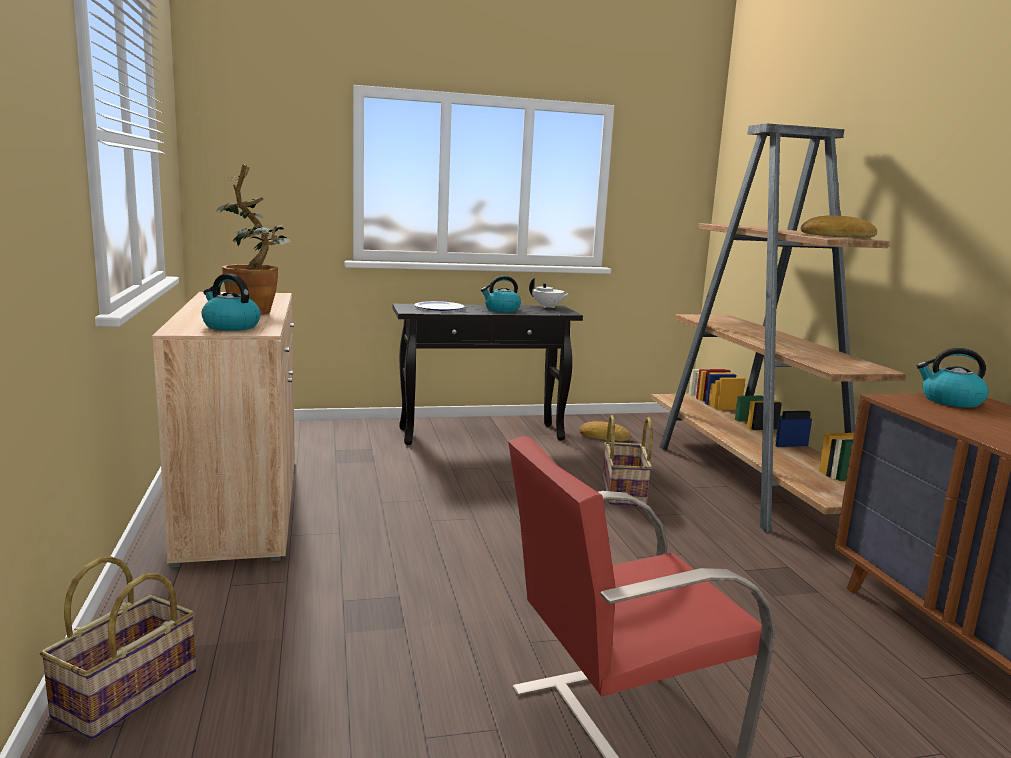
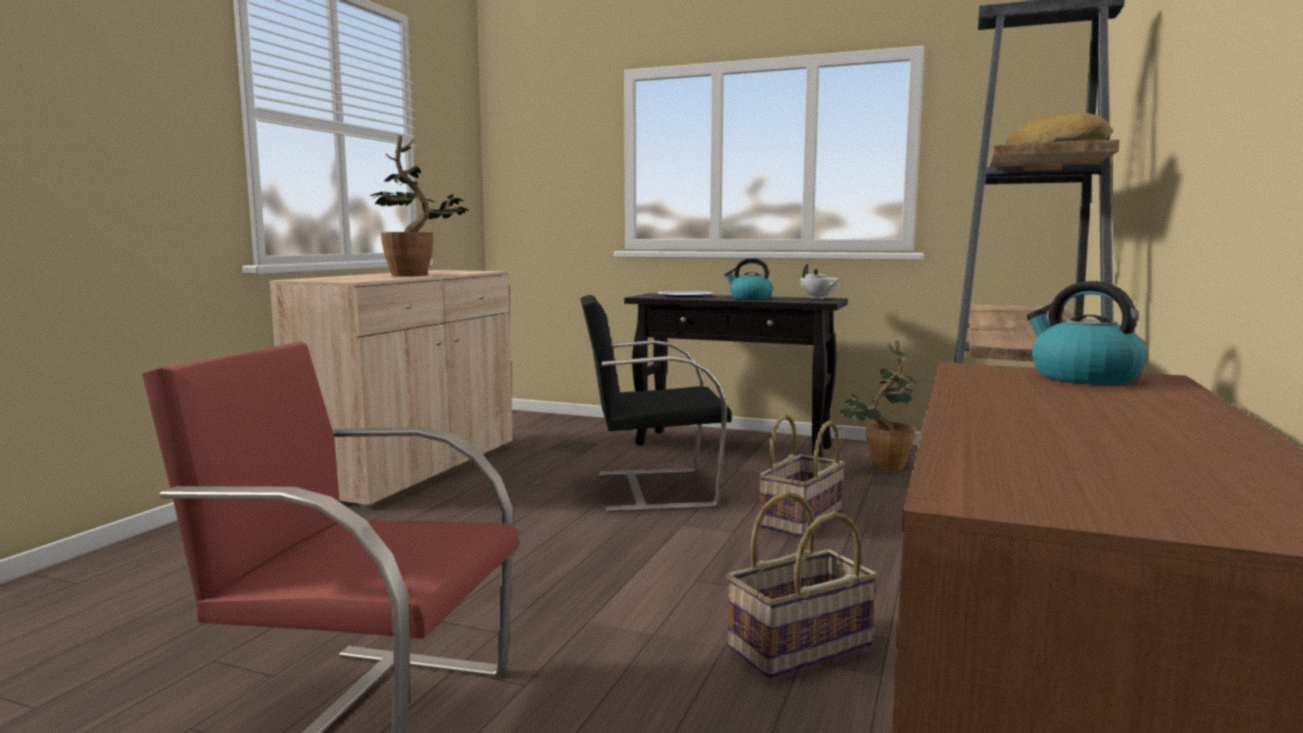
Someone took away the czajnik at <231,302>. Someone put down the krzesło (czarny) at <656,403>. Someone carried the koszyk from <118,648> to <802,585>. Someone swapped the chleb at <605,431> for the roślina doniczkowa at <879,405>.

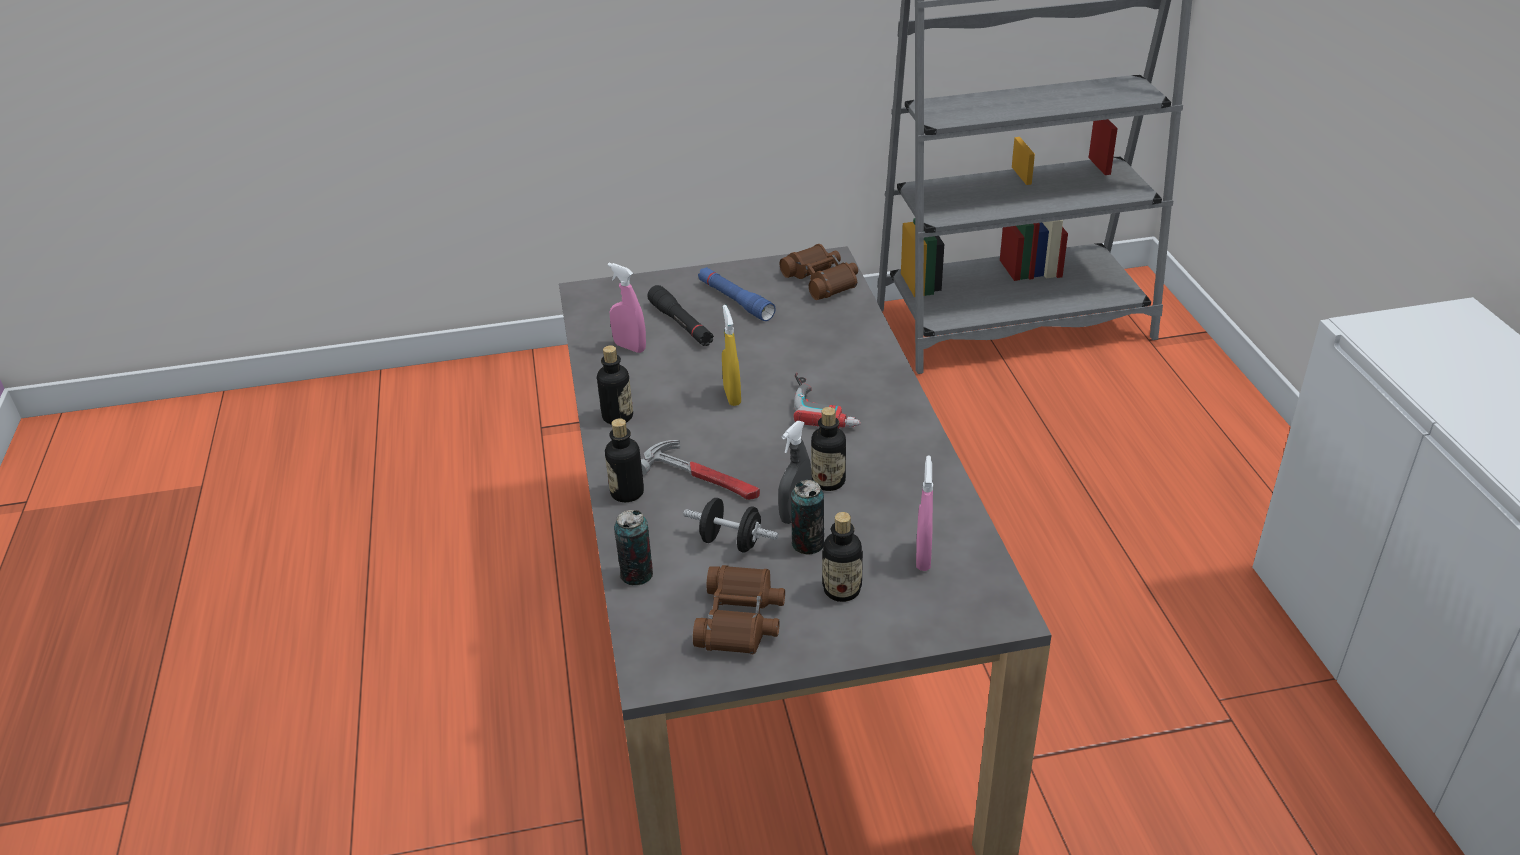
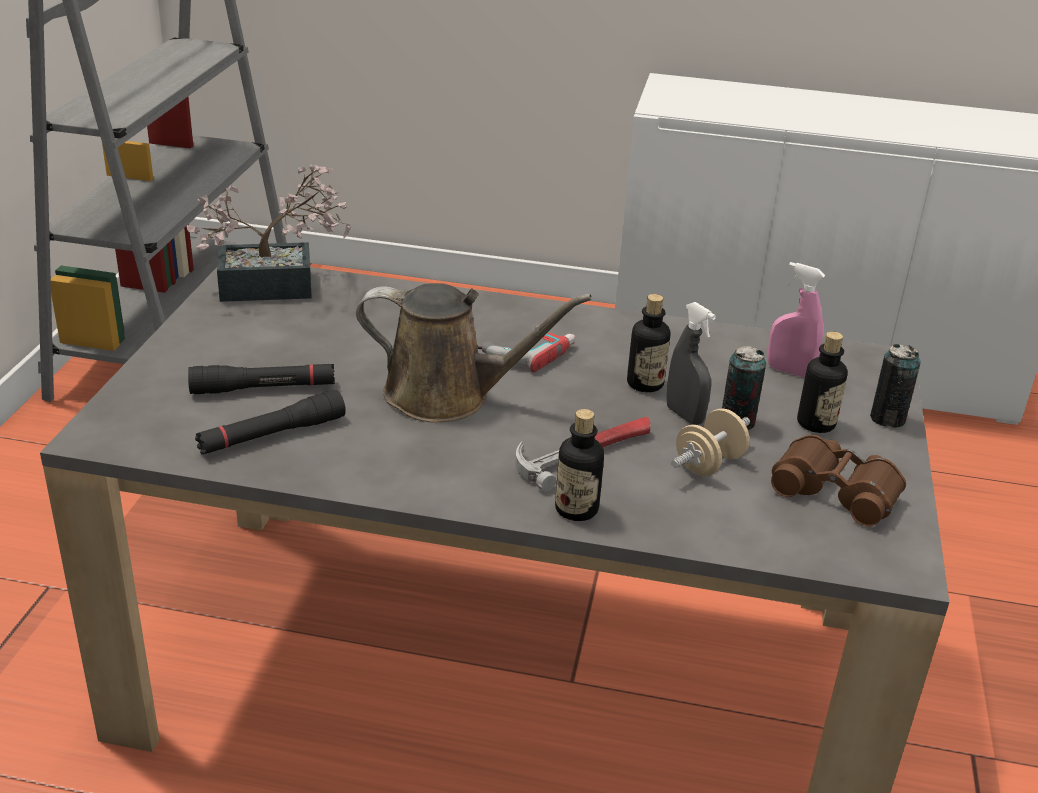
Someone took away the butelka at <615,385>. Someone took away the latarka (niebieski) at <737,294>. Someone carried the puszka from <633,547> to <895,386>. Someone swapped the spryskiwacz (różowy) at <627,308> for the latarka (czarny) at <270,422>. Someone swapped the spryskiwacz (żółty) at <731,355> for the konewka (brązowy) at <474,353>. Someone swapped the lornetka (brązowy) at <819,272> for the roślina doniczkowa at <269,233>. Someone repainted the hantel (czarny) at <731,525>, which became the hantel (beżowy) at <711,442>.

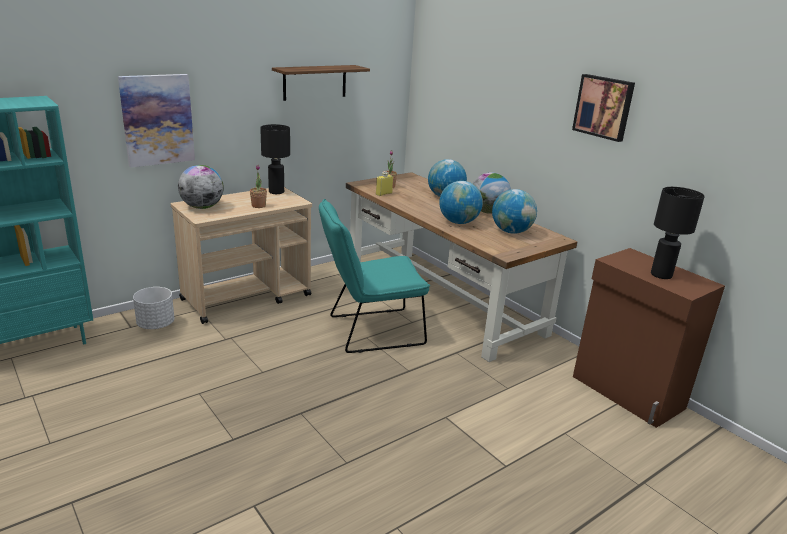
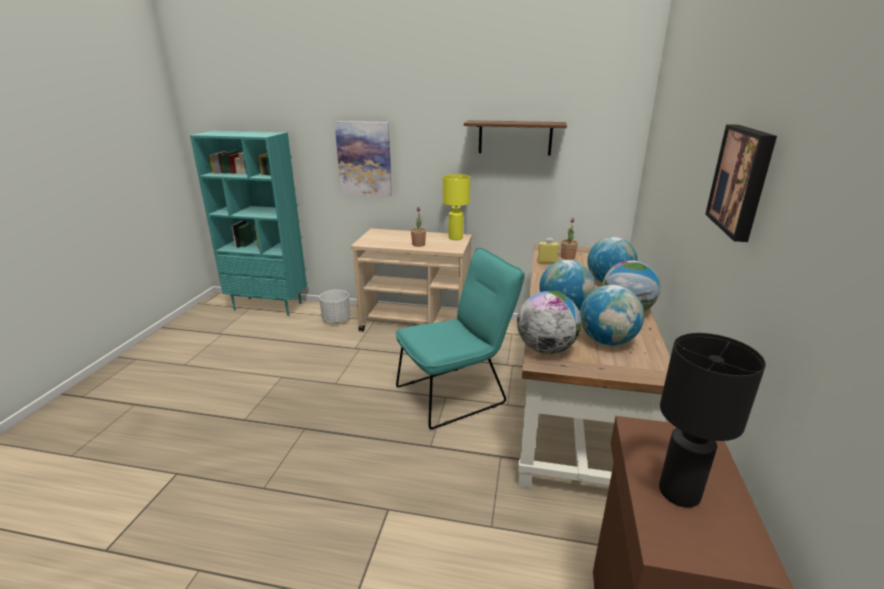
Someone carried the globus from <201,187> to <549,322>. Someone repainted the lampa stołowa (czarny) at <275,159>, which became the lampa stołowa (żółty) at <456,207>. Someone rotated the krzesło (turkusowy) at <374,276> by 120 degrees clockwise.

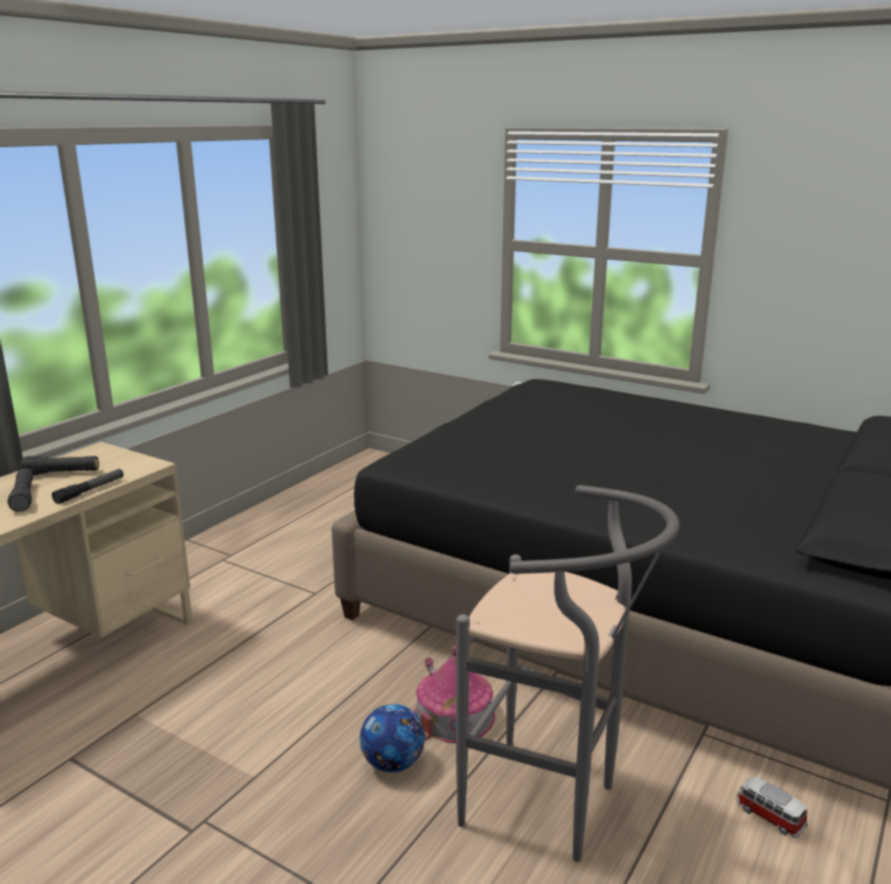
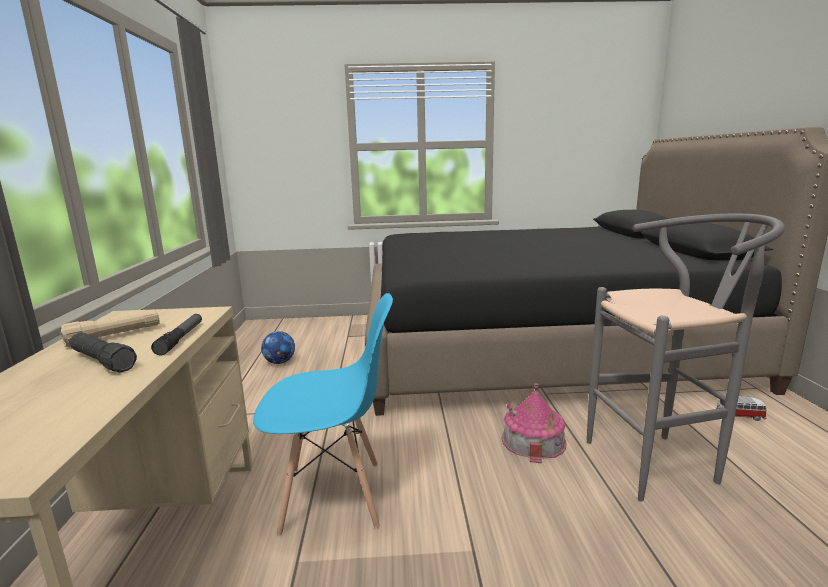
Someone put down the krzesło (niebieski) at <323,414>. Someone carried the piłka futbolowa from <392,738> to <278,347>. Someone repainted the latarka (czarny) at <60,465>, which became the latarka (beżowy) at <109,328>.

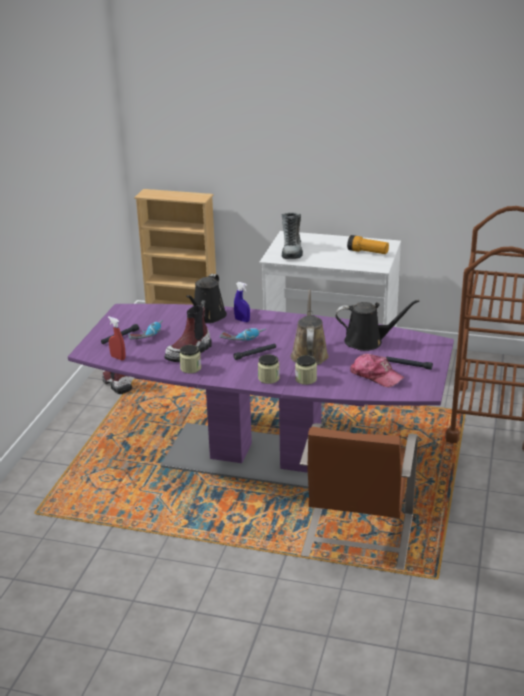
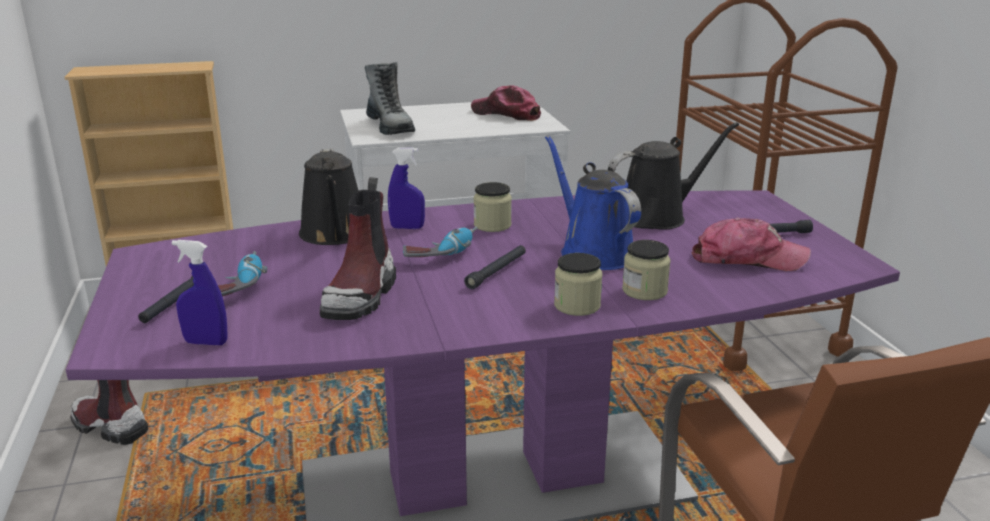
Someone carried the słoik from <190,359> to <492,207>. Someone swapped the latarka at <368,244> for the czapka z daszkiem at <506,103>. Someone repainted the spryskiwacz (czerwony) at <117,338>, which became the spryskiwacz (niebieski) at <199,292>. Someone repainted the konewka (brązowy) at <310,327>, which became the konewka (niebieski) at <593,202>.

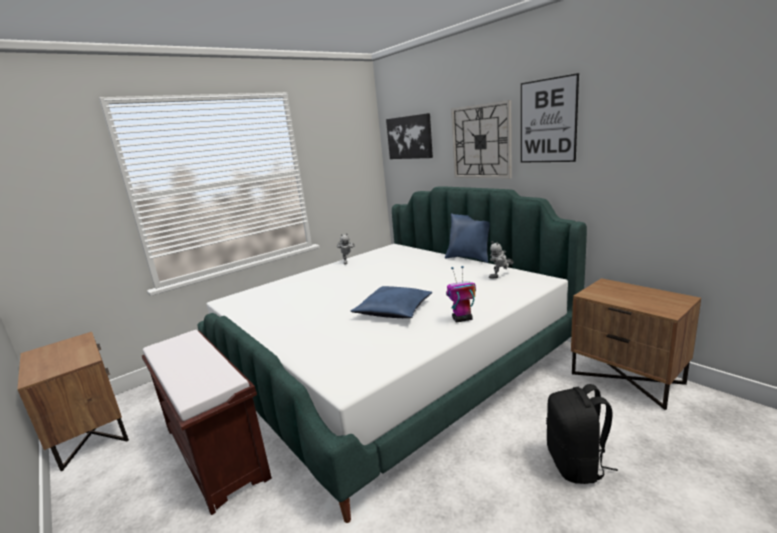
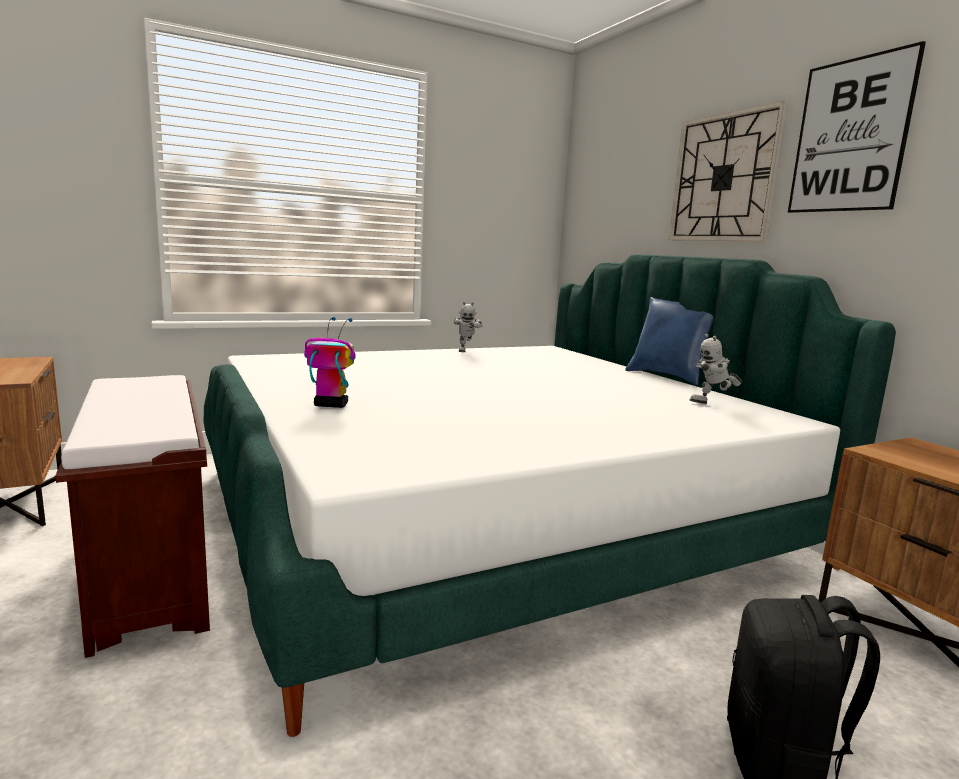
Someone took away the poduszka (niebieski) at <391,302>. Someone took away the obraz at <409,136>. Someone carried the robot zabawkowy from <461,294> to <330,362>.

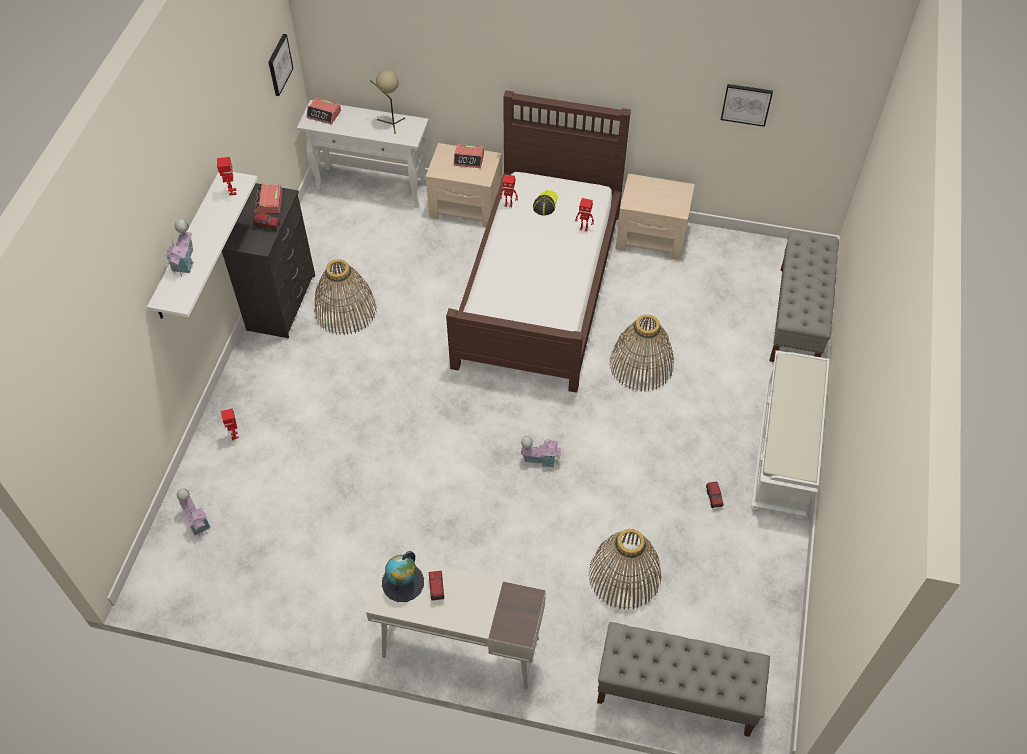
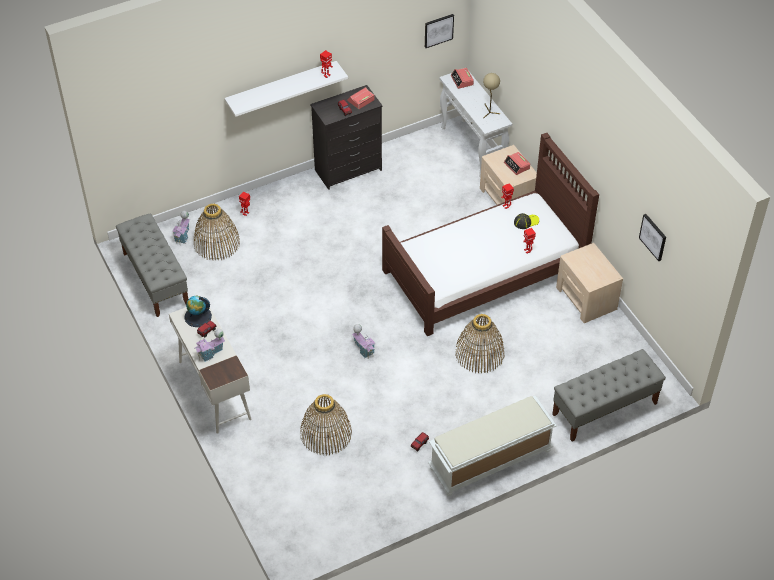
Someone carried the domek from <179,248> to <210,345>. Someone carried the koszyk from <345,297> to <216,232>. Someone carried the ławka (szary) from <683,679> to <152,265>.

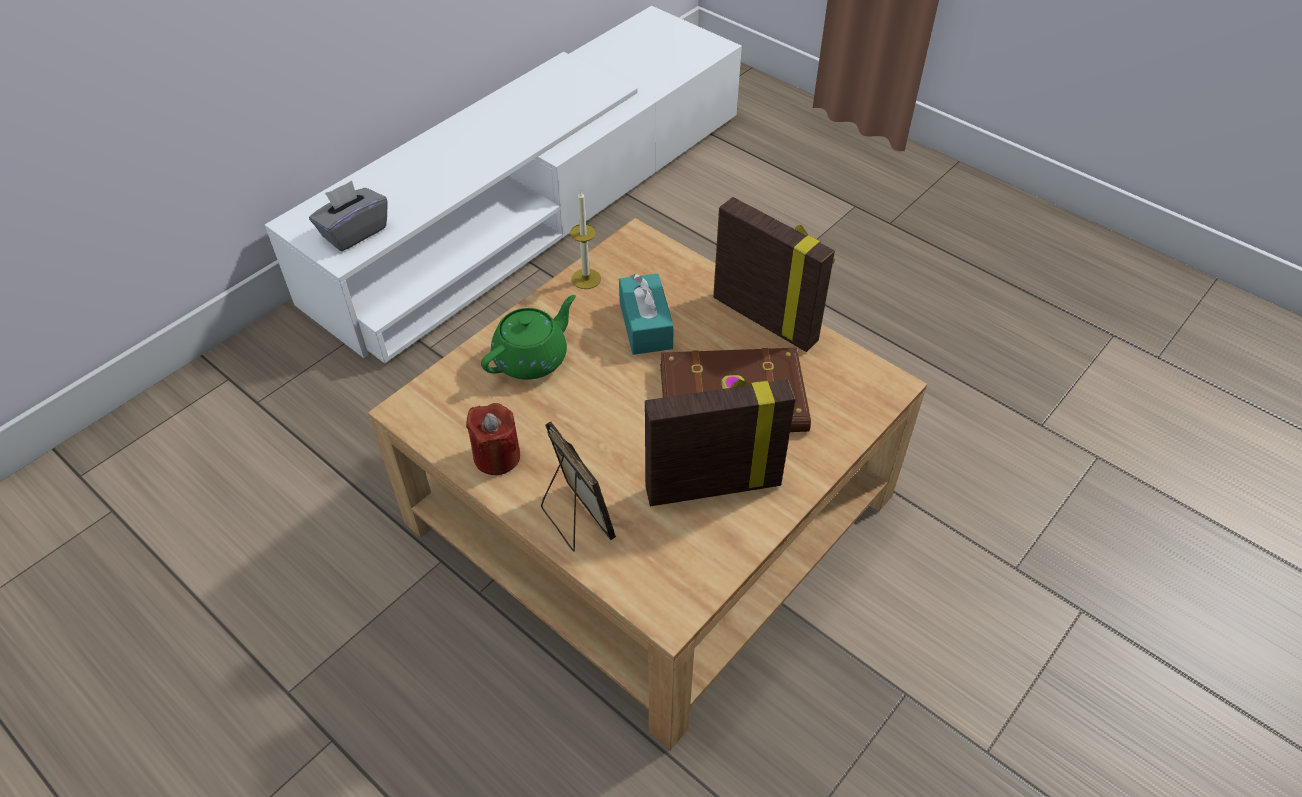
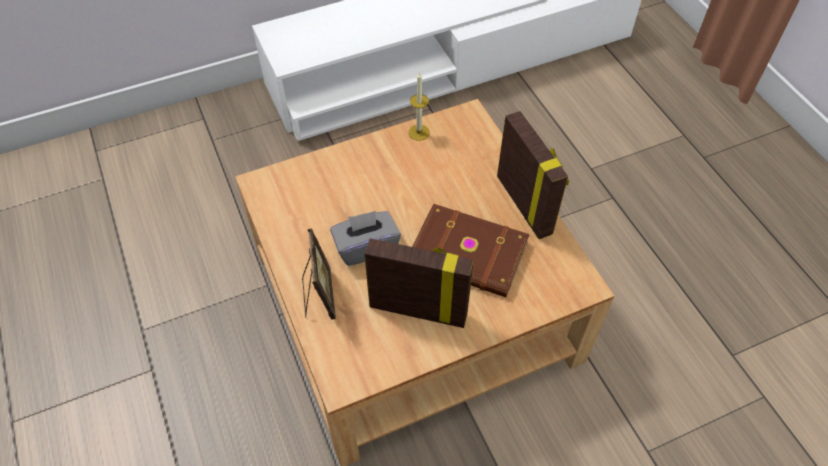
Someone took away the świeca (czerwony) at <493,439>. Someone took away the imbryk (zielony) at <528,337>. Someone took away the pudełko chusteczek (turkusowy) at <646,314>. Someone carried the pudełko chusteczek (szary) from <348,215> to <365,238>.

